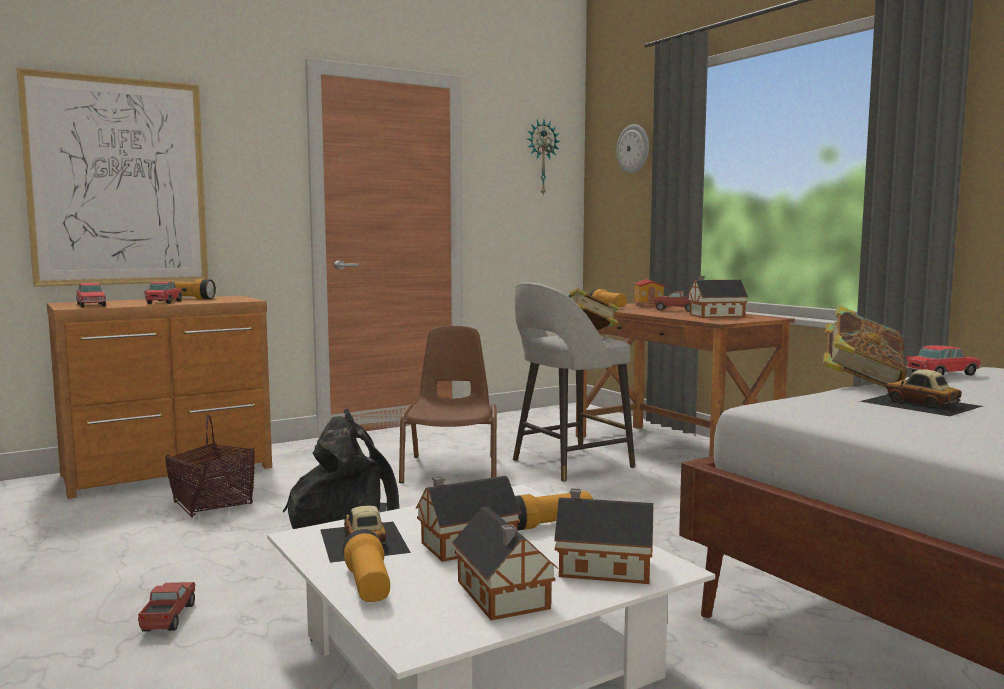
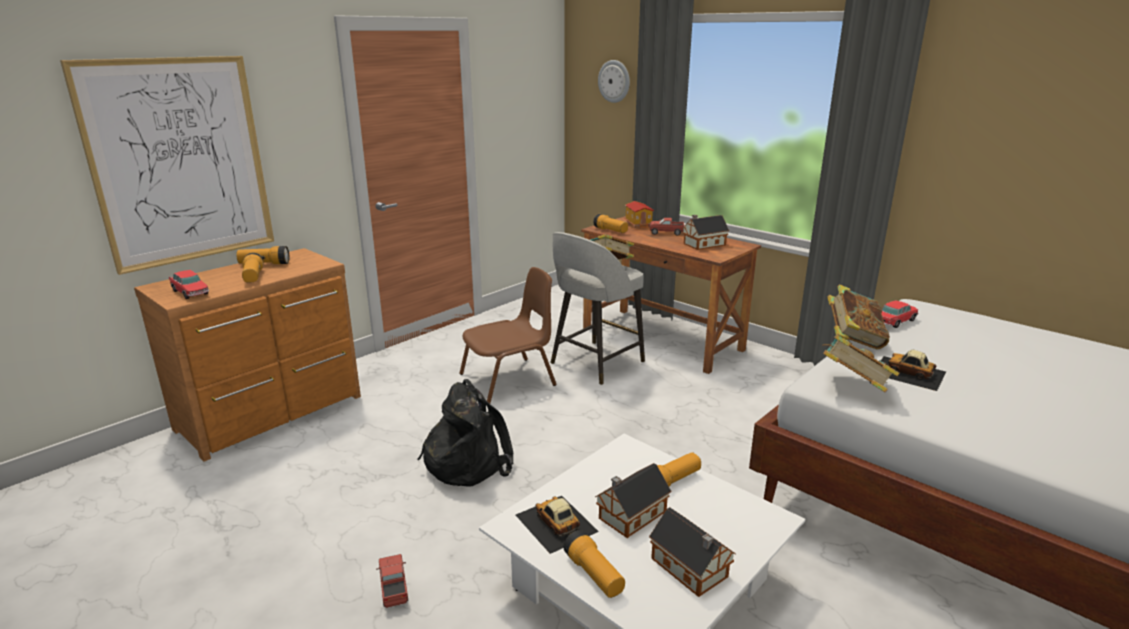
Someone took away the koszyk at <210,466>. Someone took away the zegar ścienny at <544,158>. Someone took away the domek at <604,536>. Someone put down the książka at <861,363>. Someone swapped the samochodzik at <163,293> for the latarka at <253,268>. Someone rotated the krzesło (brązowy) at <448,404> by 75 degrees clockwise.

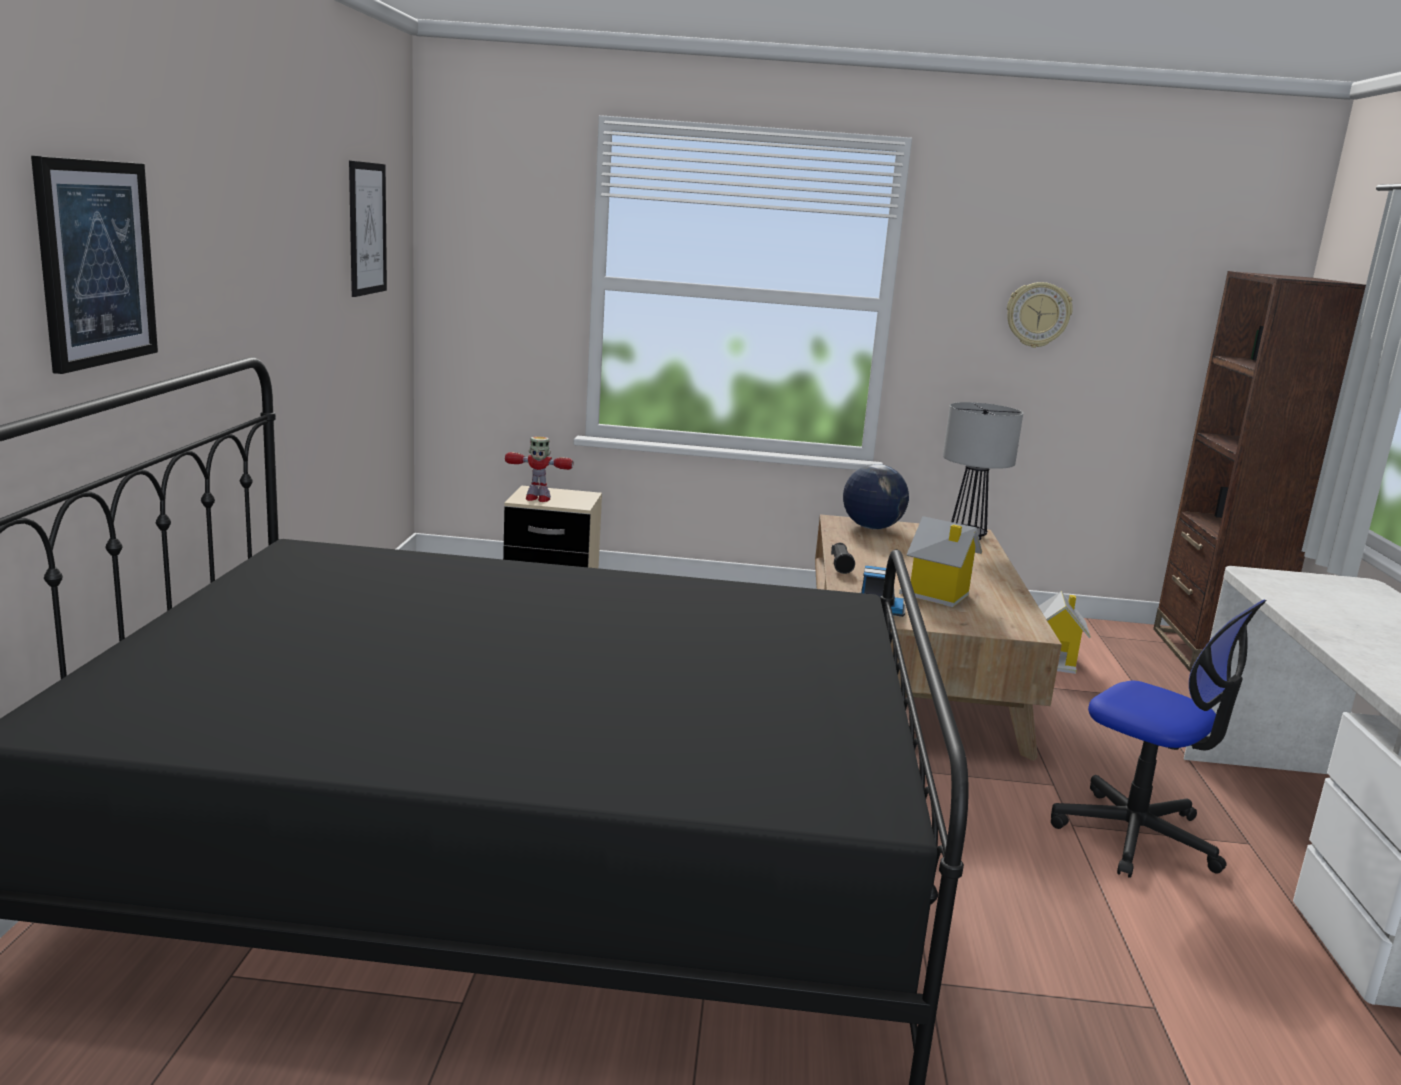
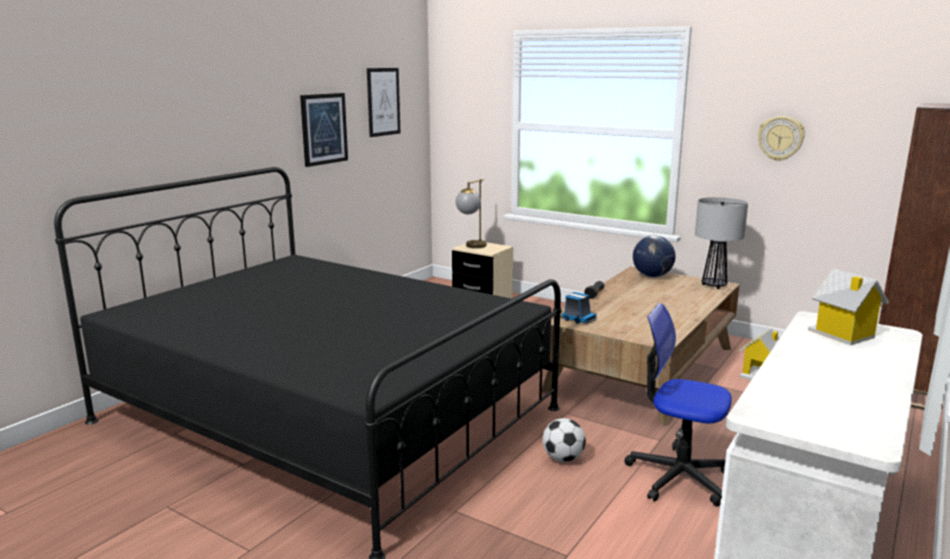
Someone put down the piłka futbolowa at <564,440>. Someone carried the obraz from <94,265> to <324,130>. Someone carried the domek from <940,561> to <848,307>. Someone swapped the robot zabawkowy at <539,469> for the lampa stołowa at <471,213>. Someone rotated the krzesło biurowe at <1159,739> by 135 degrees clockwise.

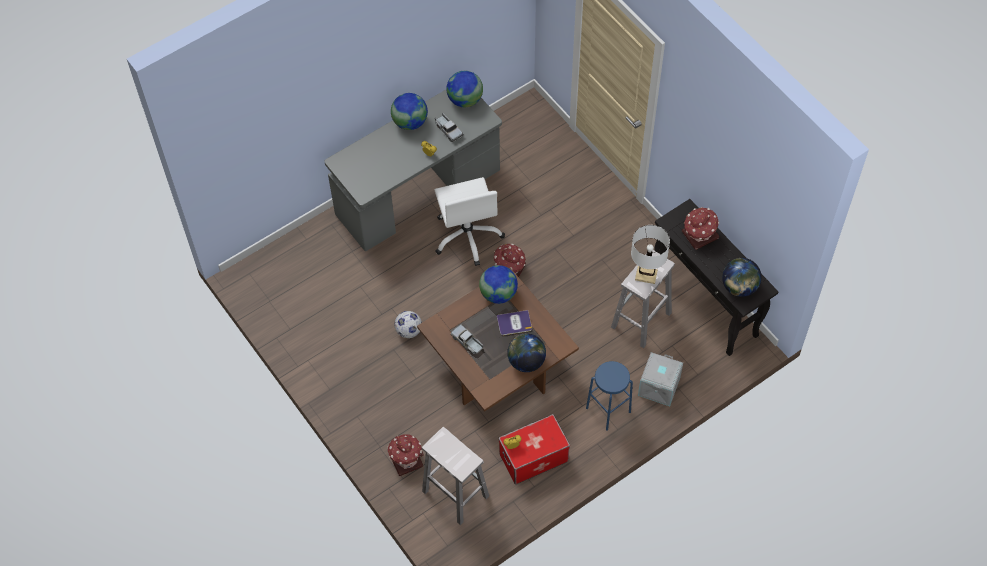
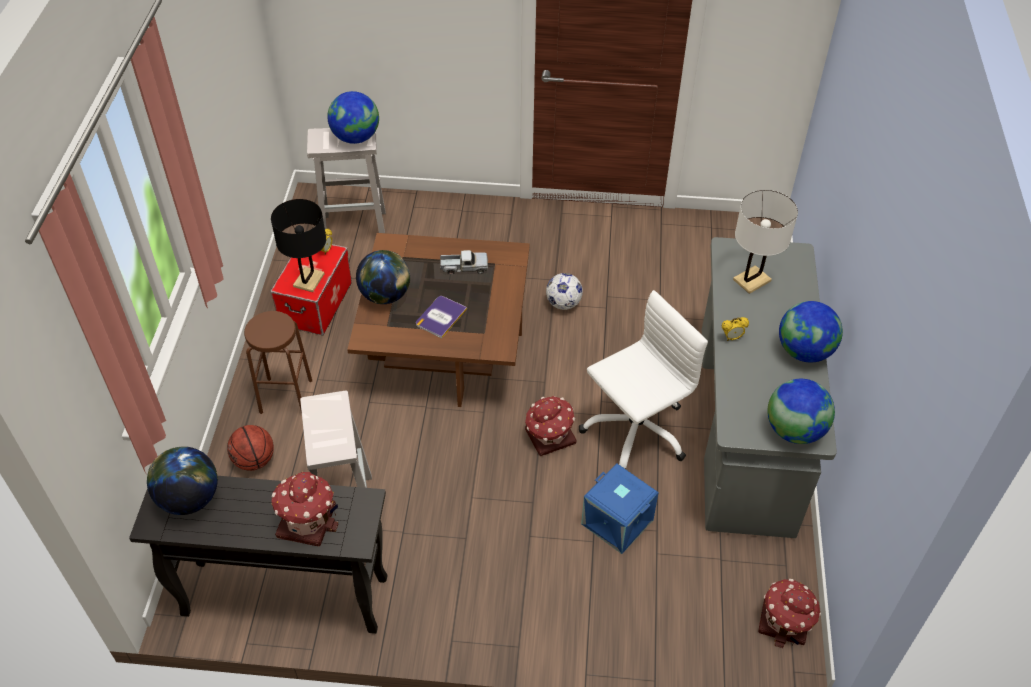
Someone took away the ciężarówka zabawkowa at <449,127>. Someone put down the lampa stołowa (czarny) at <298,245>. Someone put down the pojemnik do przechowywania (niebieski) at <620,508>. Someone carried the domek from <405,455> to <789,613>. Someone carried the globus from <498,284> to <353,117>. Someone carried the lampa stołowa (biały) from <650,254> to <765,242>. Someone swapped the pojemnik do przechowywania (szary) at <660,379> for the piłka do koszykówki at <250,448>. Someone repainted the stołek (niebieski) at <609,395>, which became the stołek (brązowy) at <278,362>. Someone rotated the krzesło biurowe (biały) at <470,221> by 120 degrees clockwise.

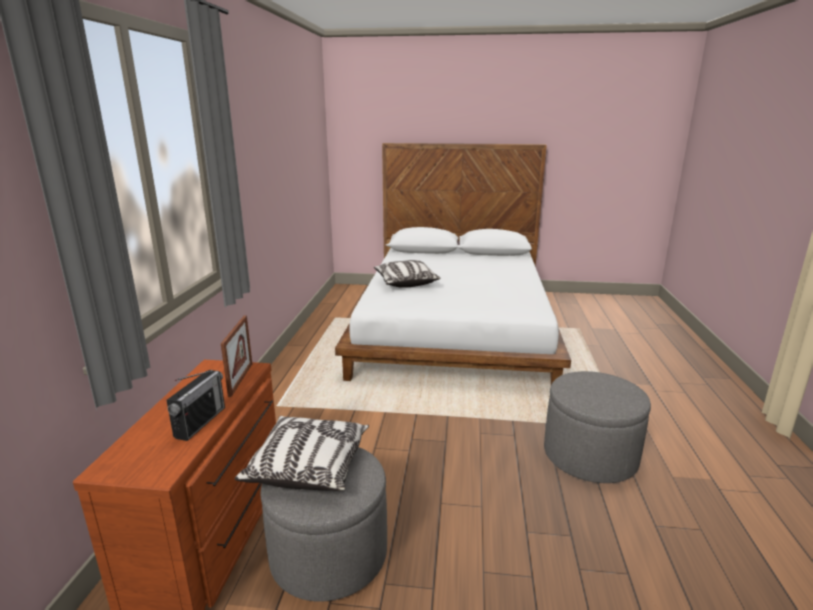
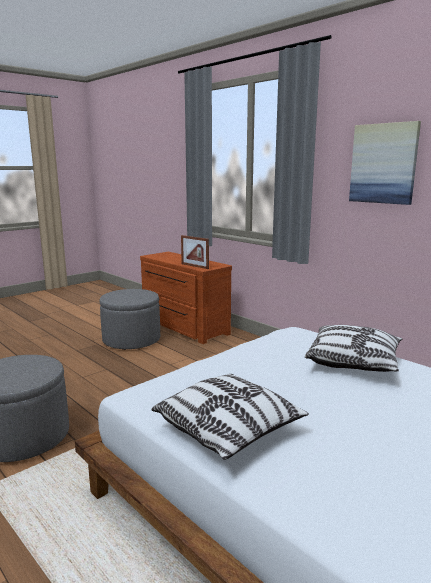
Someone took away the radio at <195,405>. Someone put up the obraz at <385,163>. Someone carried the poduszka from <302,453> to <230,417>.

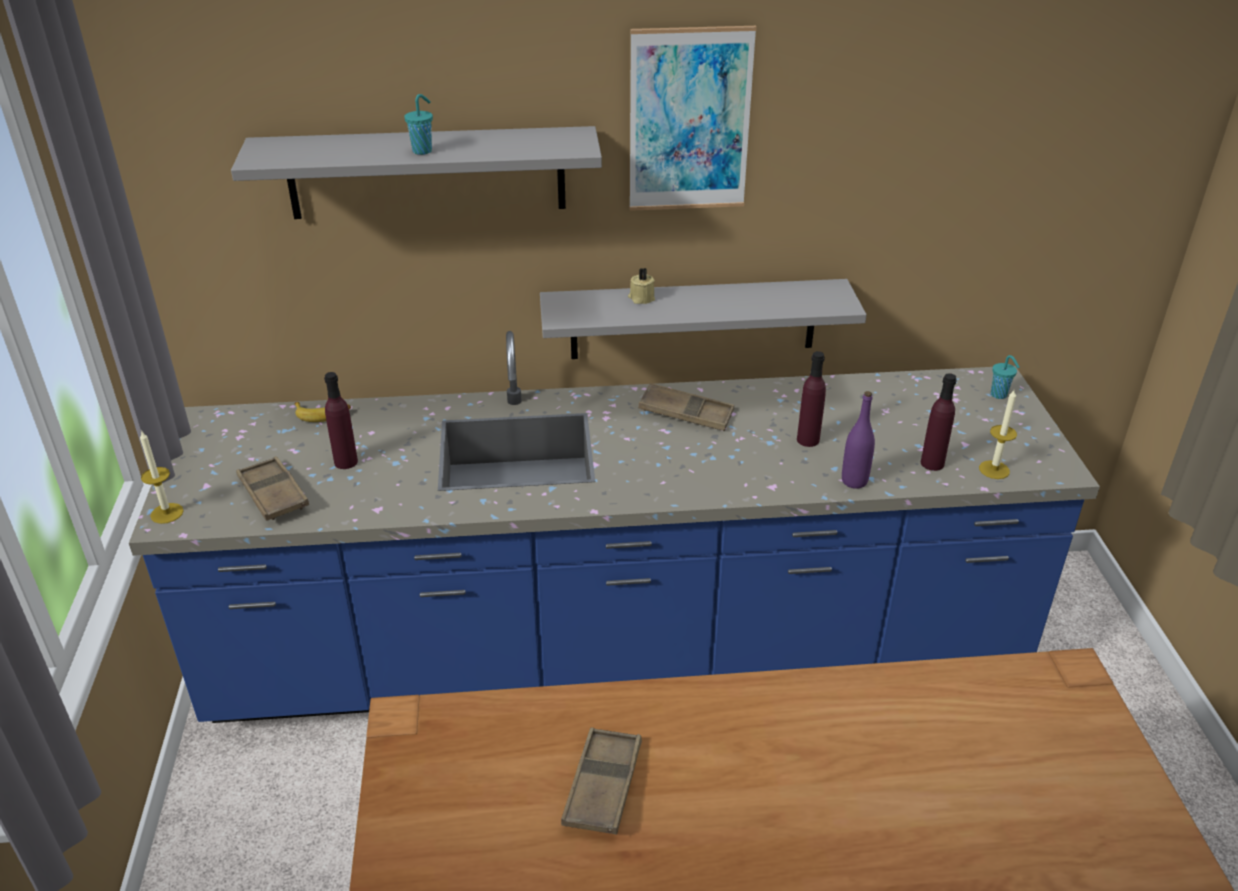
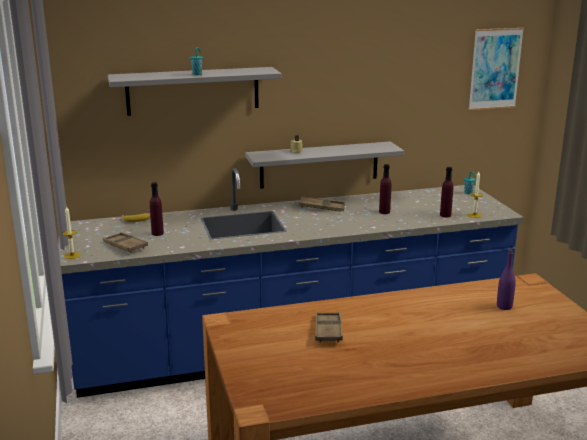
Someone carried the obraz from <693,118> to <496,69>. Someone carried the butelka (fioletowy) from <858,440> to <506,280>.

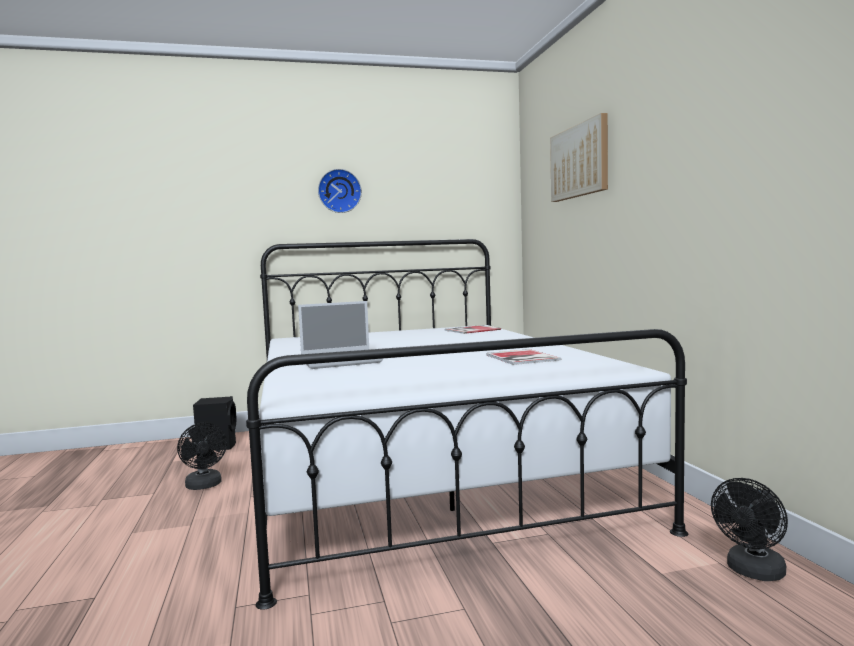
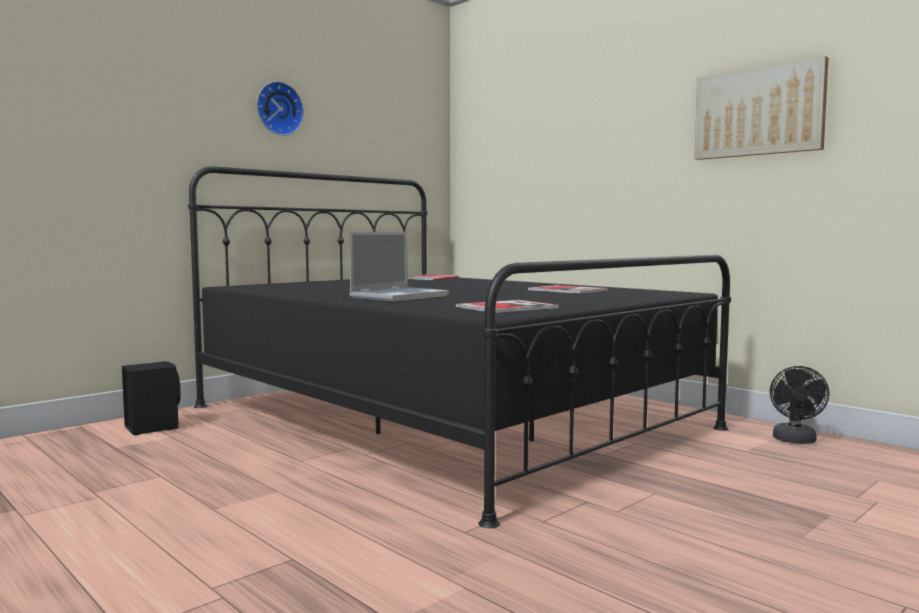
Someone took away the wentylator (czarny) at <202,456>. Someone put down the książka at <507,306>. Someone carried the obraz from <579,157> to <762,108>. Someone repainted the łóżko (biały) at <467,424>, which became the łóżko (czarny) at <459,347>.

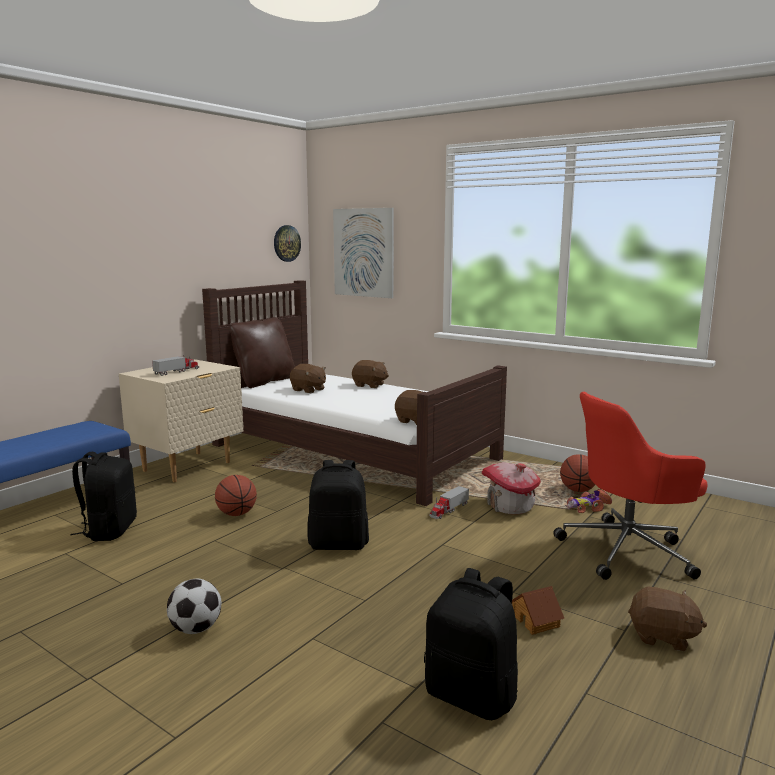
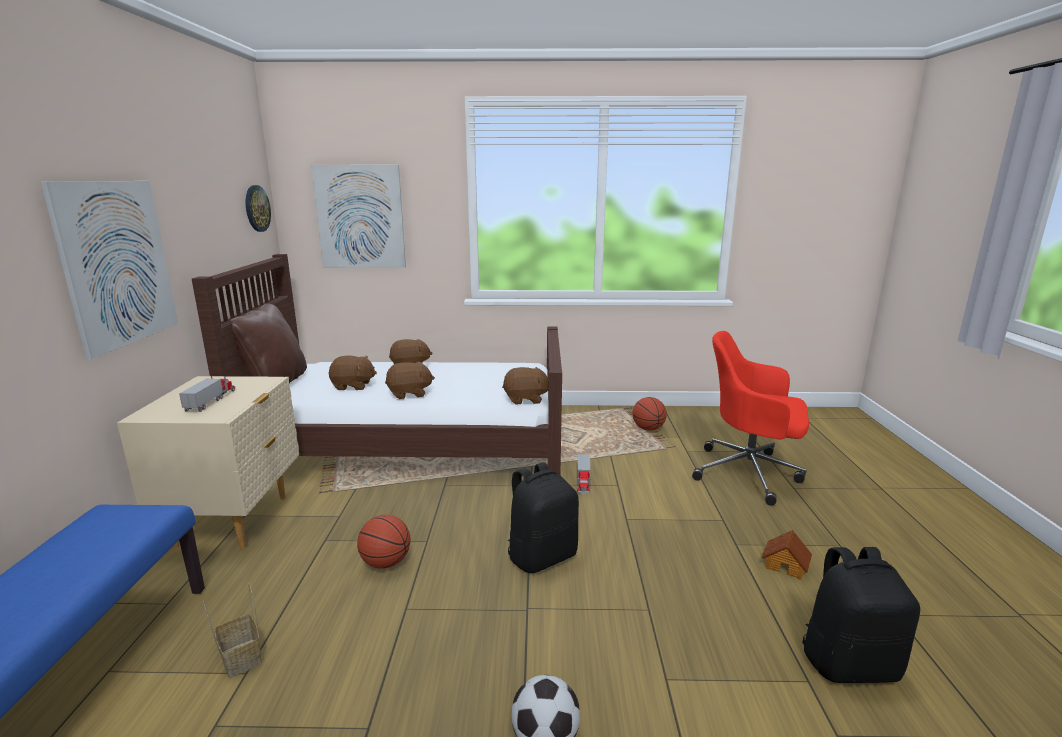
Someone took away the domek at <511,488>. Someone took away the samochodzik at <589,501>. Someone put up the obraz at <109,270>. Someone carried the pluszak (brązowy) from <667,618> to <410,380>. Someone swapped the plecak (czarny) at <103,496> for the koszyk at <232,631>. Someone rotated the krzesło biurowe (czerwony) at <630,486> by 75 degrees clockwise.

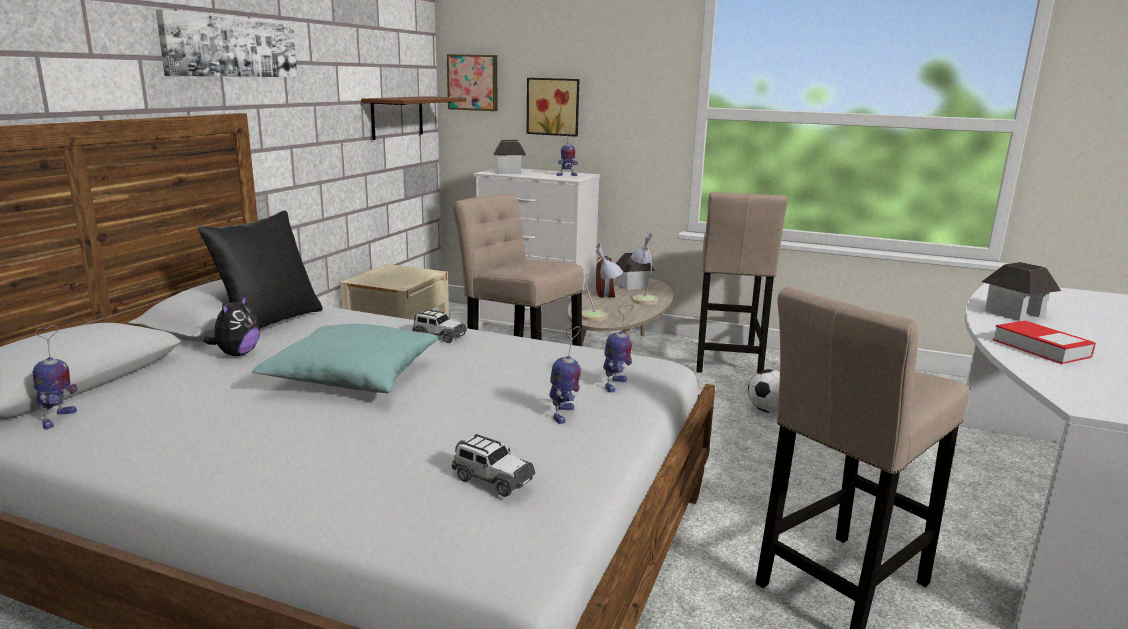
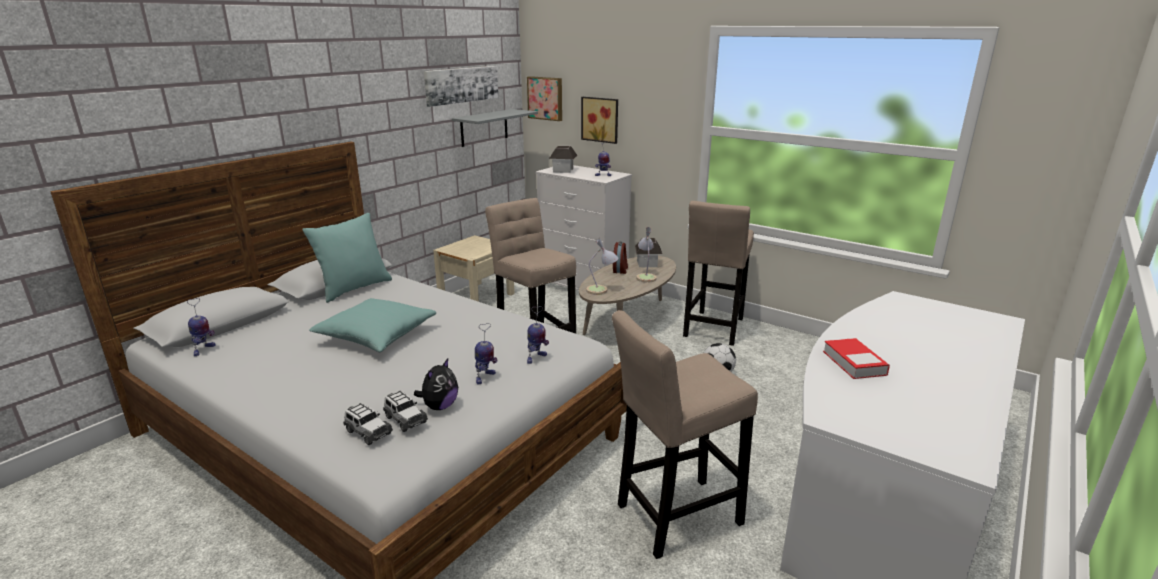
Someone took away the domek at <1021,291>. Someone carried the obraz from <226,43> to <461,86>. Someone carried the pluszak from <231,325> to <436,384>. Someone carried the samochodzik from <439,326> to <368,424>. Someone repainted the poduszka (czarny) at <260,269>, which became the poduszka (turkusowy) at <347,258>. Someone repainted the półka (brązowy) at <413,118>, which became the półka (szary) at <495,128>.

